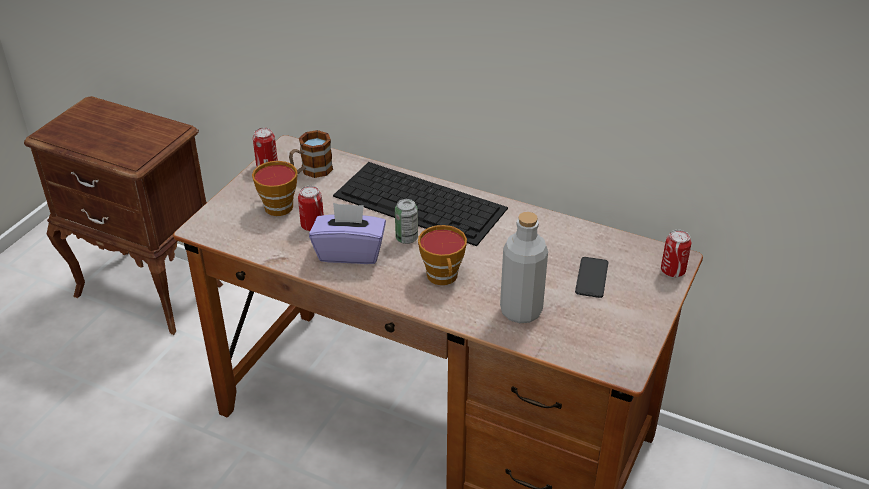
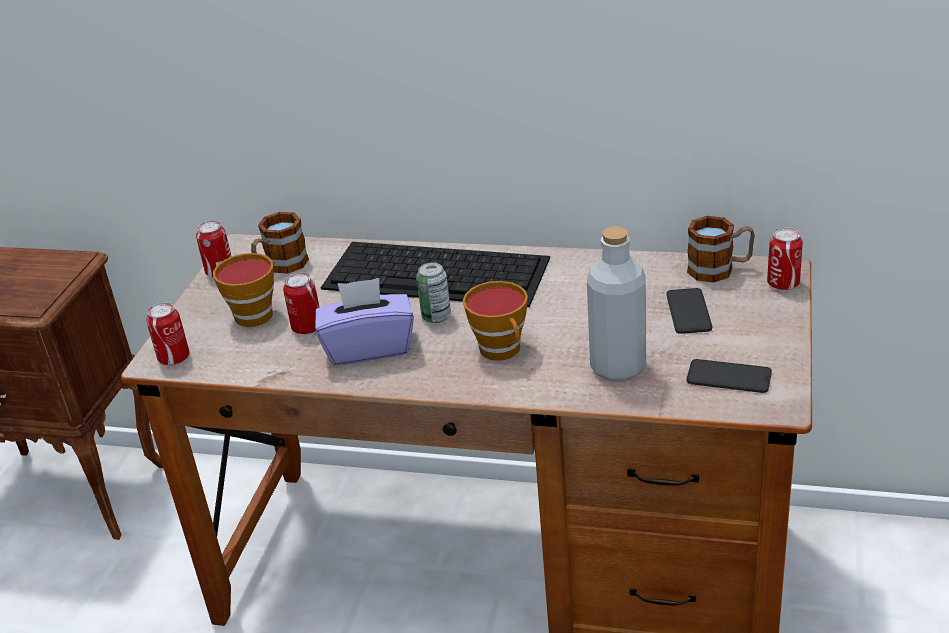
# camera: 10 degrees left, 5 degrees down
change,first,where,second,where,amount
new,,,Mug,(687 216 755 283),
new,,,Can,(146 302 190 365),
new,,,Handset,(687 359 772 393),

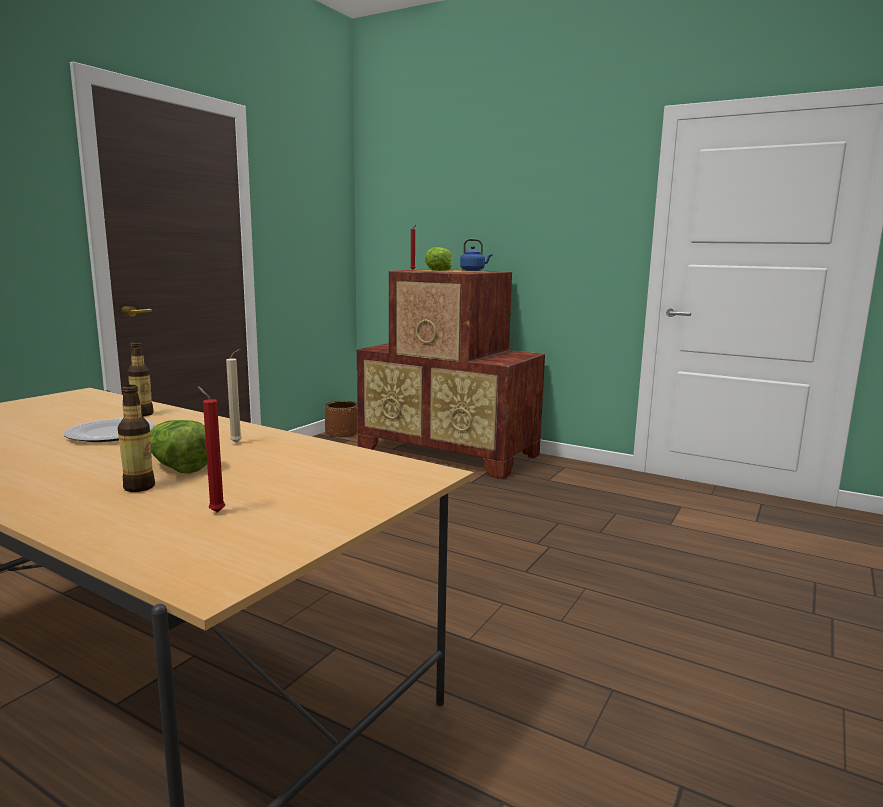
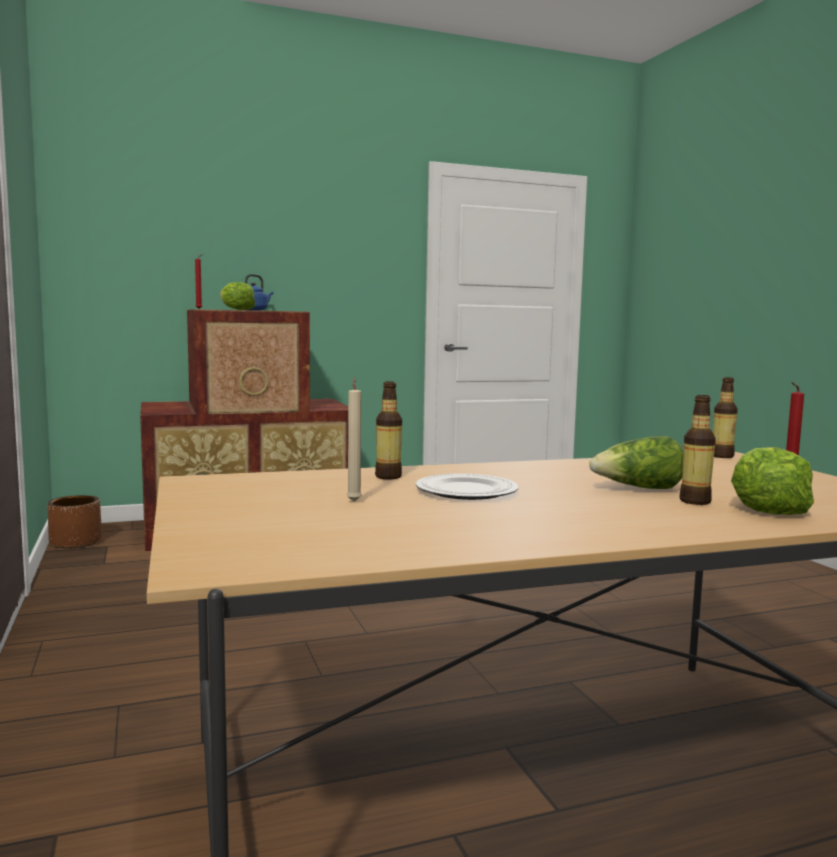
# camera: 50 degrees left, 5 degrees down
change,first,where,second,where,amount
shifted,SandColouredWaxLight,(226 349 242 443),,(347 377 362 502),
new,,,Bottle,(713 377 738 458),
new,,,Lettuce,(731 447 814 515),

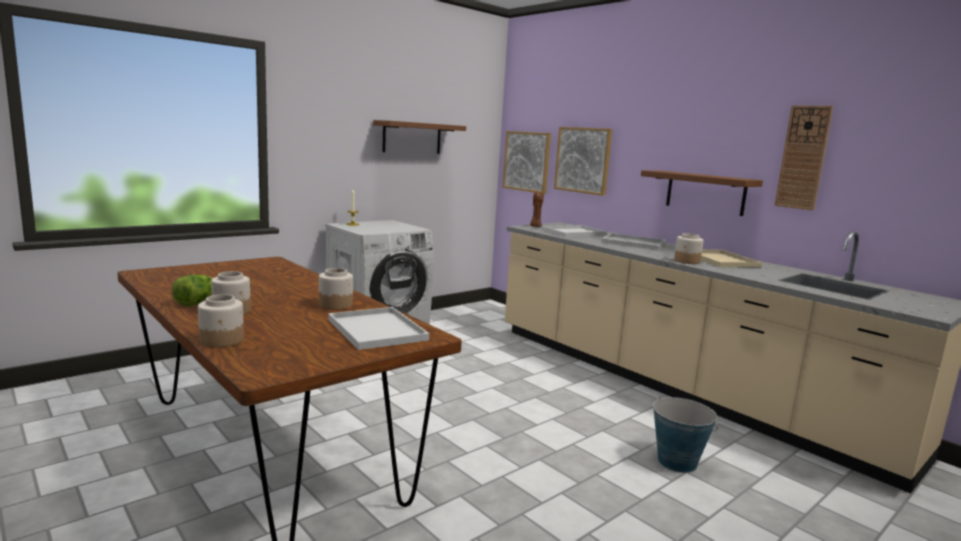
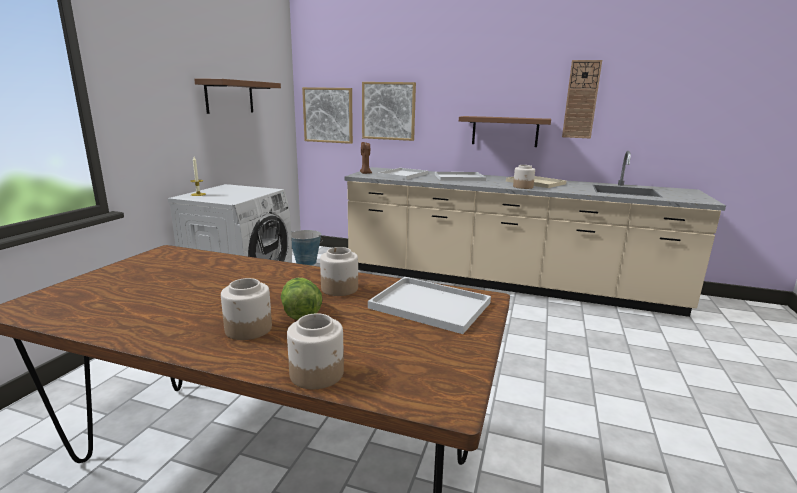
# camera: 30 degrees left, 5 degrees up
change,first,where,second,where,amount
shifted,Lettuce,(171 275 213 306),,(281 278 322 320),
shifted,Bucket,(653 397 718 473),,(291 230 323 266),

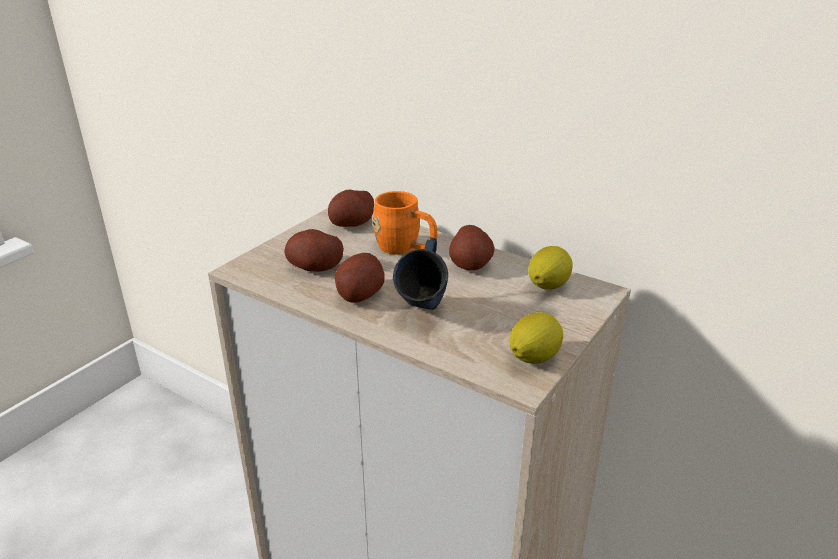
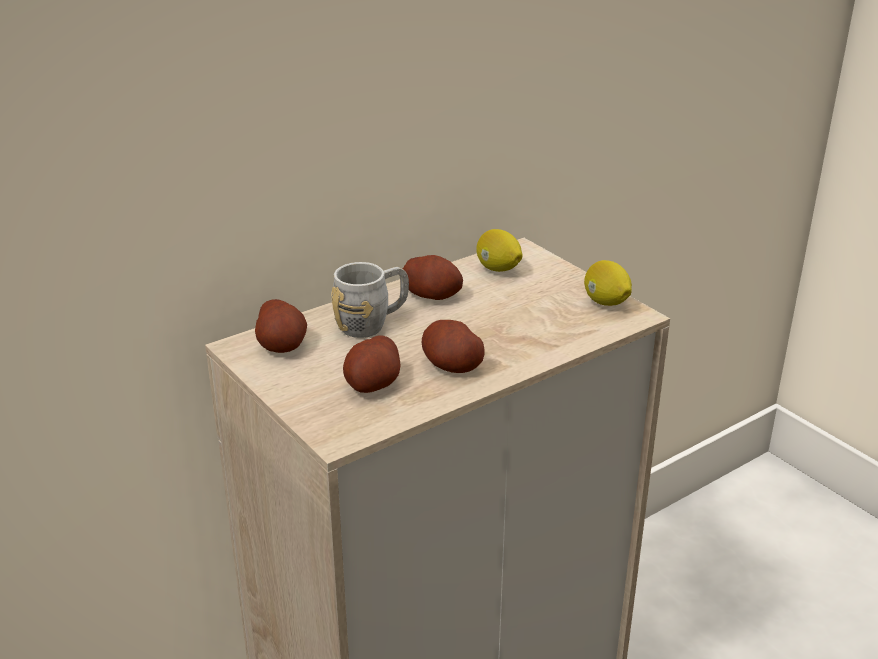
# camera: 70 degrees left, 0 degrees up
change,first,where,second,where,amount
repainted,OrangeMug,(372 191 437 255),GrayMug,(331 262 409 338),
gone,BluishMug,(393 237 448 310),,,

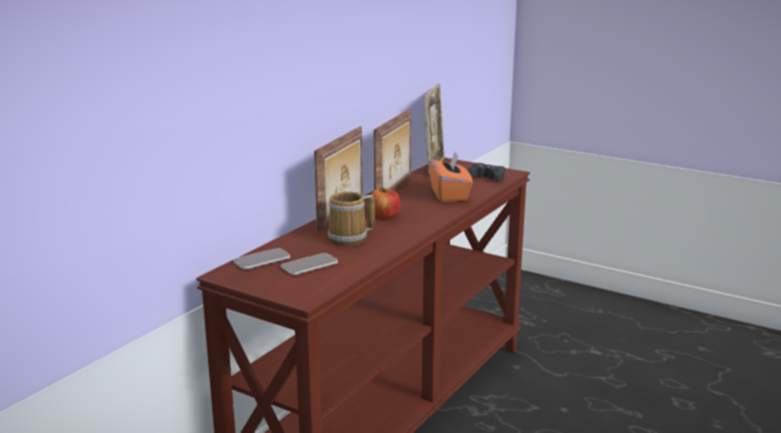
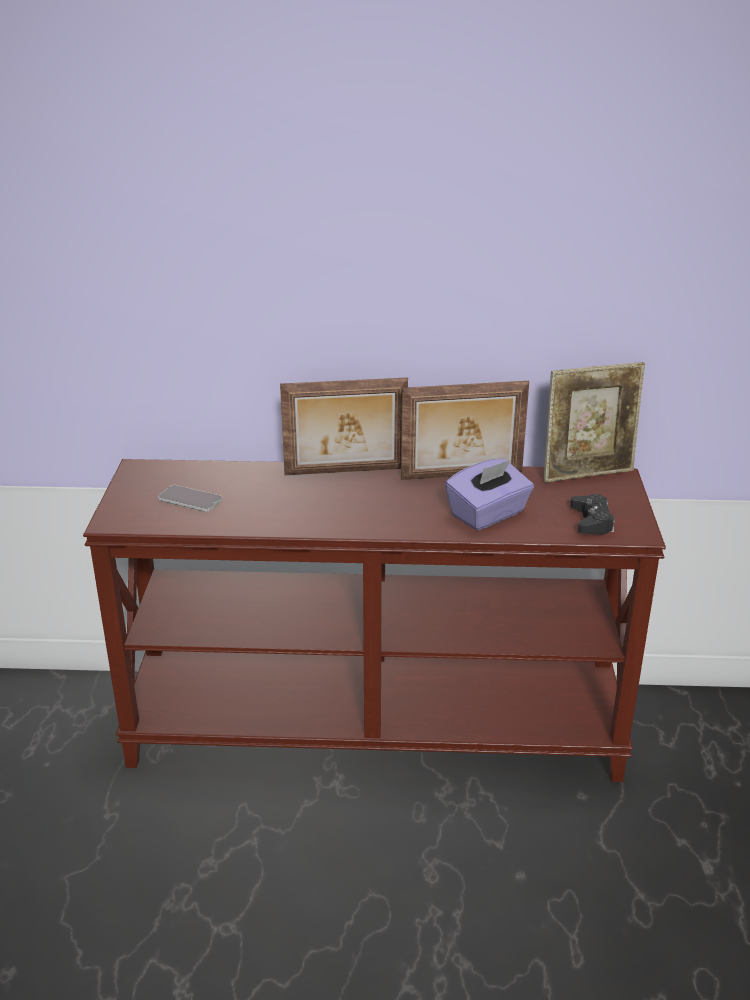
# camera: 60 degrees right, 10 degrees up
change,first,where,second,where,amount
repainted,OrangeTissueHolder,(429 152 473 202),PurpleTissueHolder,(445 459 534 530),
gone,WholeApple,(371 187 400 218),,,
gone,Mug,(328 192 375 246),,,
gone,Handset,(233 248 290 269),,,

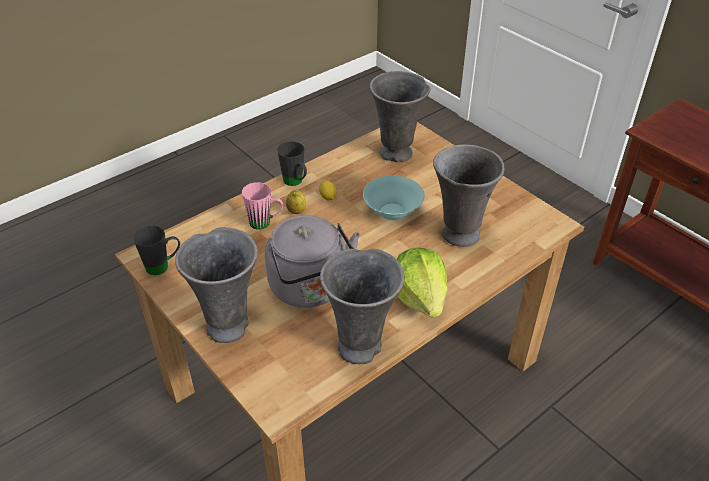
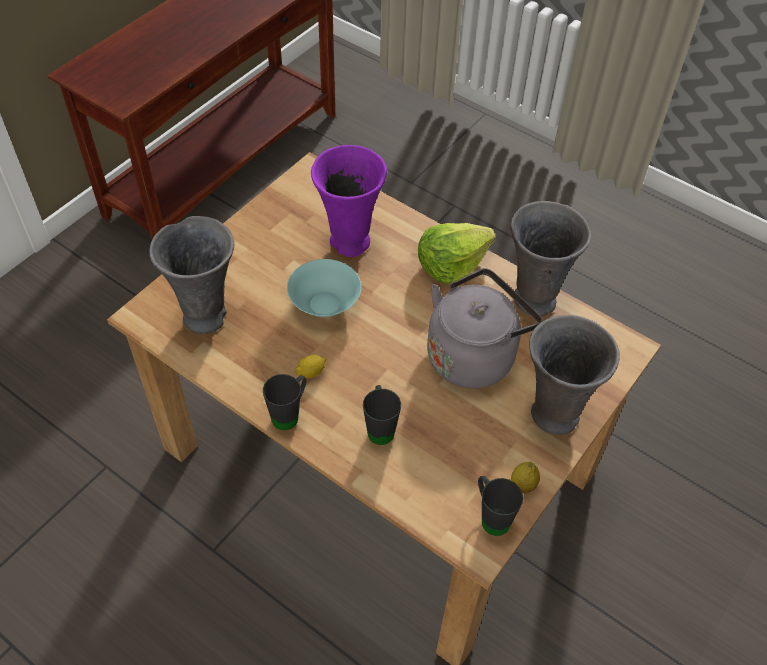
# camera: 105 degrees left, 10 degrees up
change,first,where,second,where,amount
repainted,GrayVase,(433 145 504 247),PurpleVase,(311 145 387 257),
repainted,PinkColouredMug,(242 182 283 230),BlackishMug,(363 385 401 445),
shifted,WholeLemon,(286 190 306 214),,(511 462 540 493),

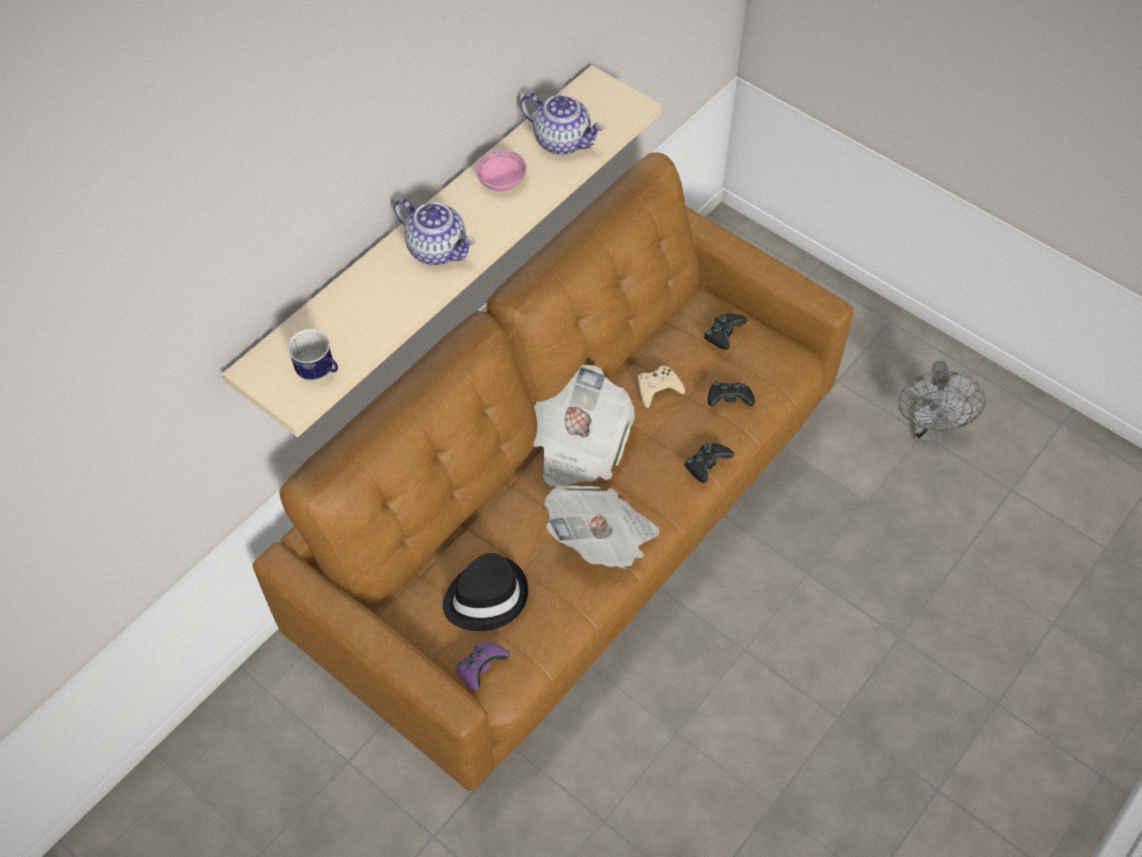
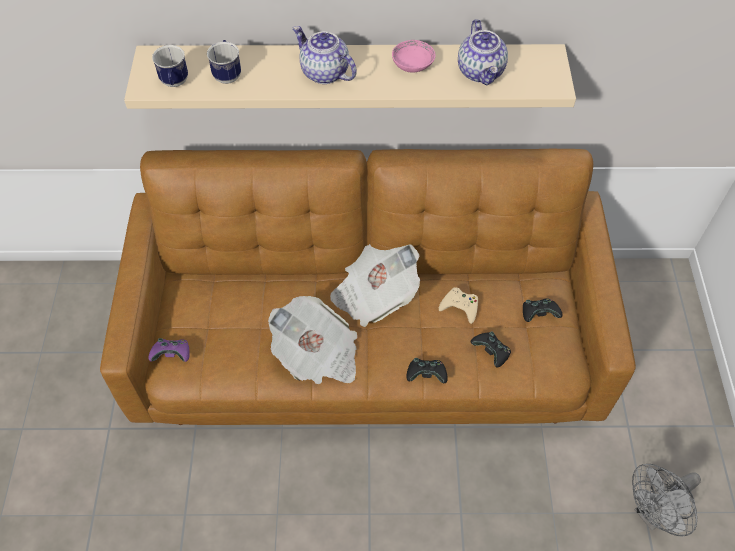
# camera: 50 degrees right, 0 degrees up
change,first,where,second,where,amount
rotated,TeaPot,(394 198 475 265),,(293 26 357 84),135 degrees clockwise
gone,BlackishClothingHat,(443 553 528 631),,,
new,,,Mug,(207 40 241 84),

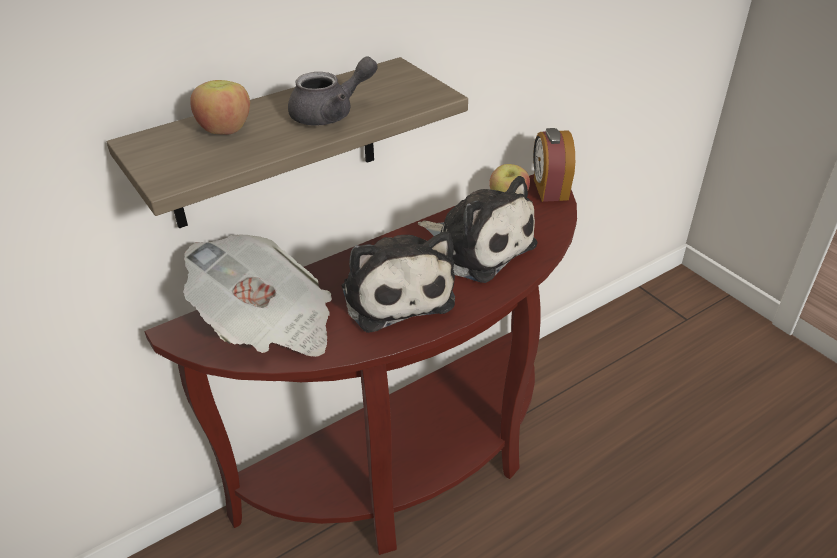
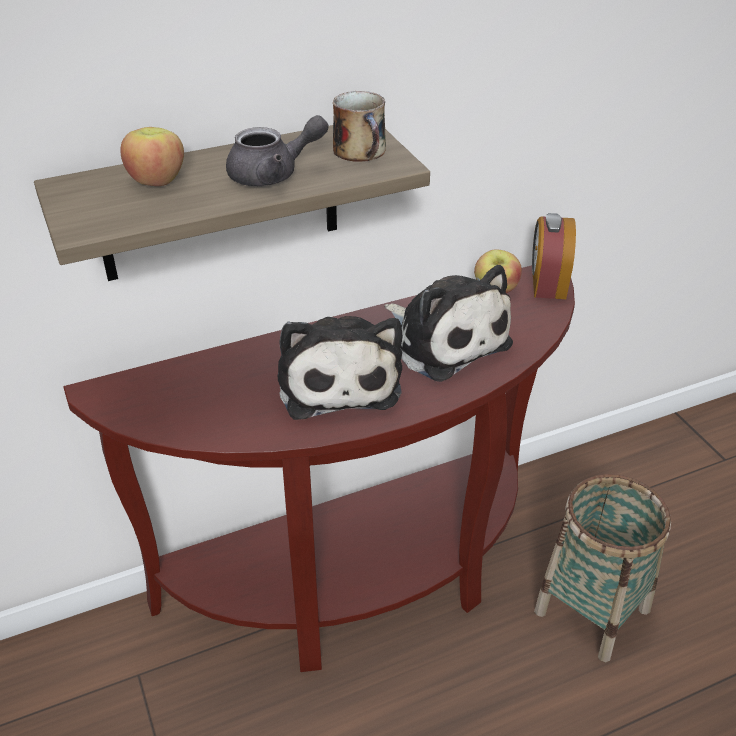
# camera: 10 degrees right, 0 degrees up
change,first,where,second,where,amount
gone,PrintedPaper,(183 234 332 357),,,
new,,,Mug,(333 91 386 162),
new,,,HouseholdBasket,(534 474 671 662),

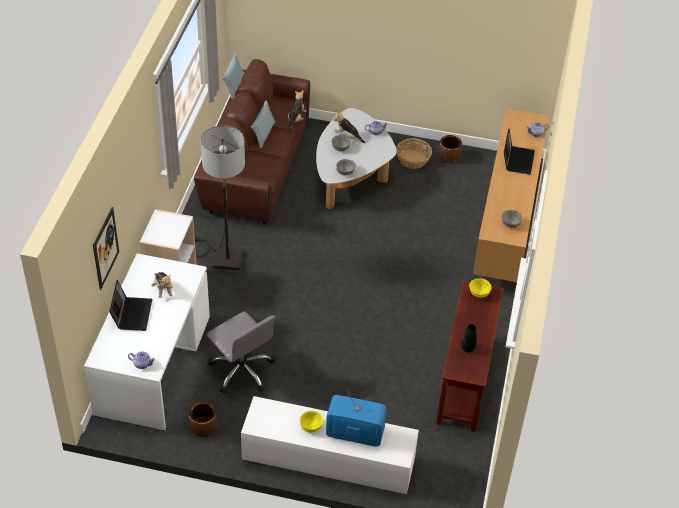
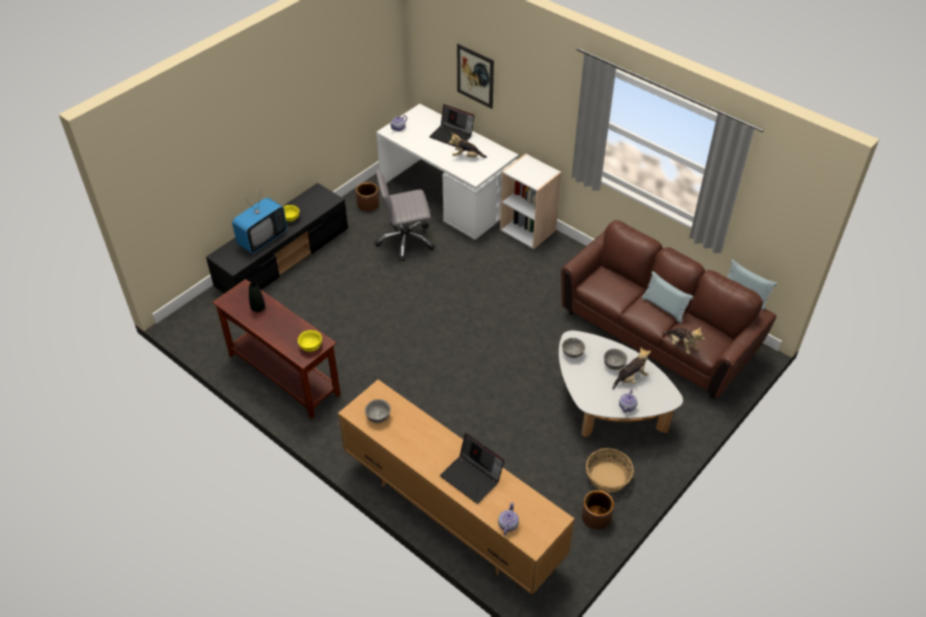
# camera: 120 degrees right, 0 degrees up
change,first,where,second,where,amount
gone,StandardLamp,(195 126 245 270),,,
repainted,WhiteColouredMediaConsole,(241 396 419 494),BlackishMediaConsole,(206 183 348 294),

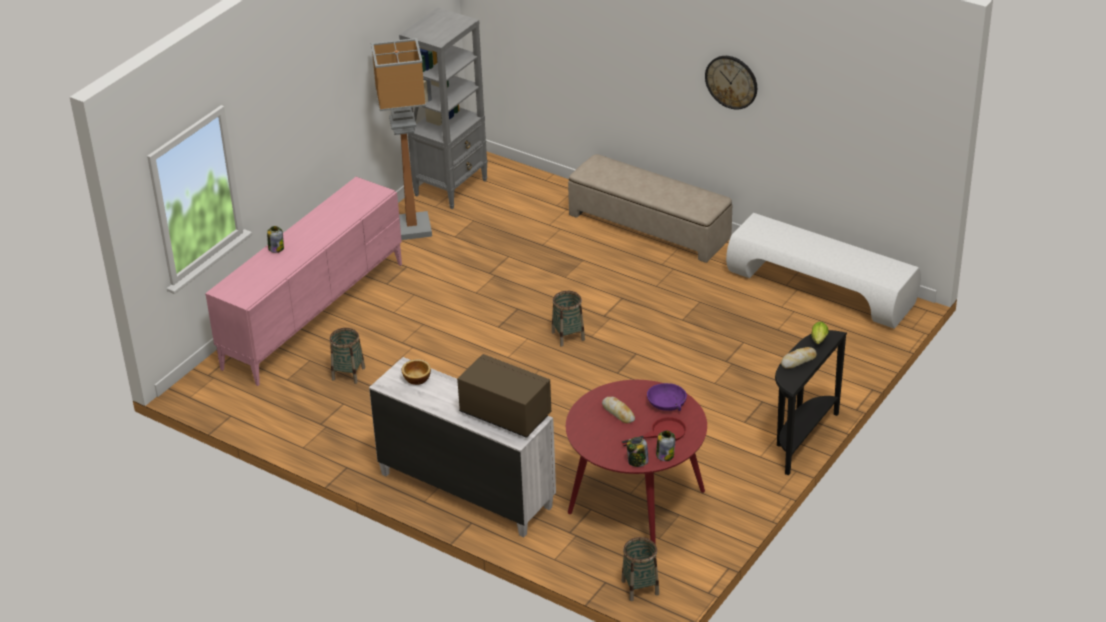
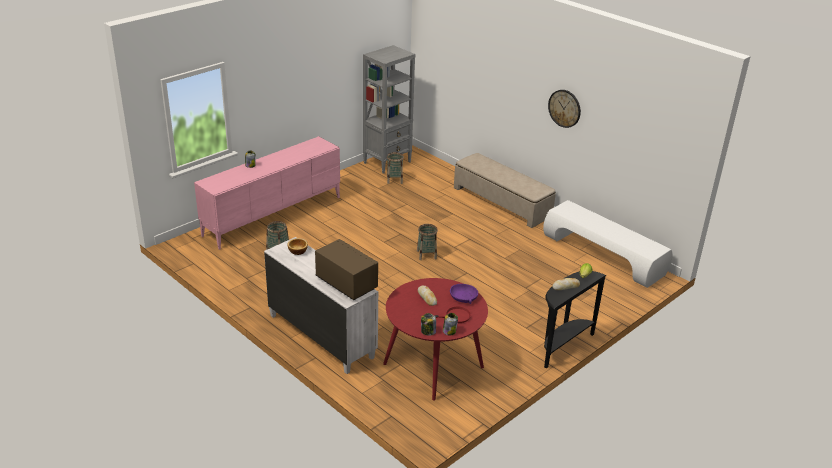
# camera: 10 degrees right, 5 degrees down
change,first,where,second,where,amount
gone,StandardLamp,(371 38 432 240),,,
shifted,HouseholdBasket,(622 537 659 601),,(387 152 404 184),

